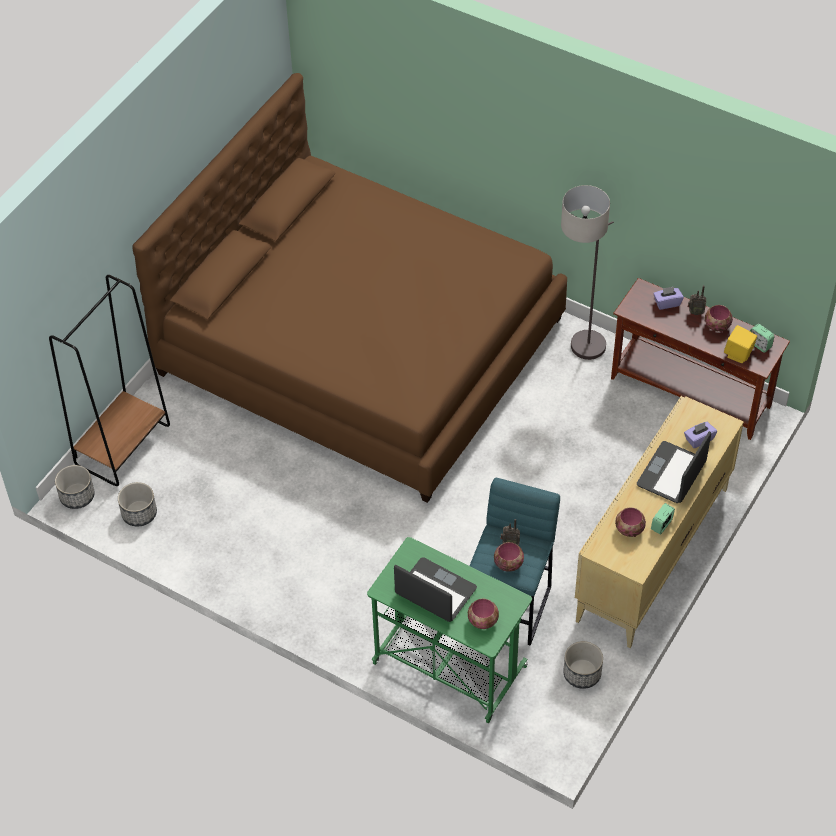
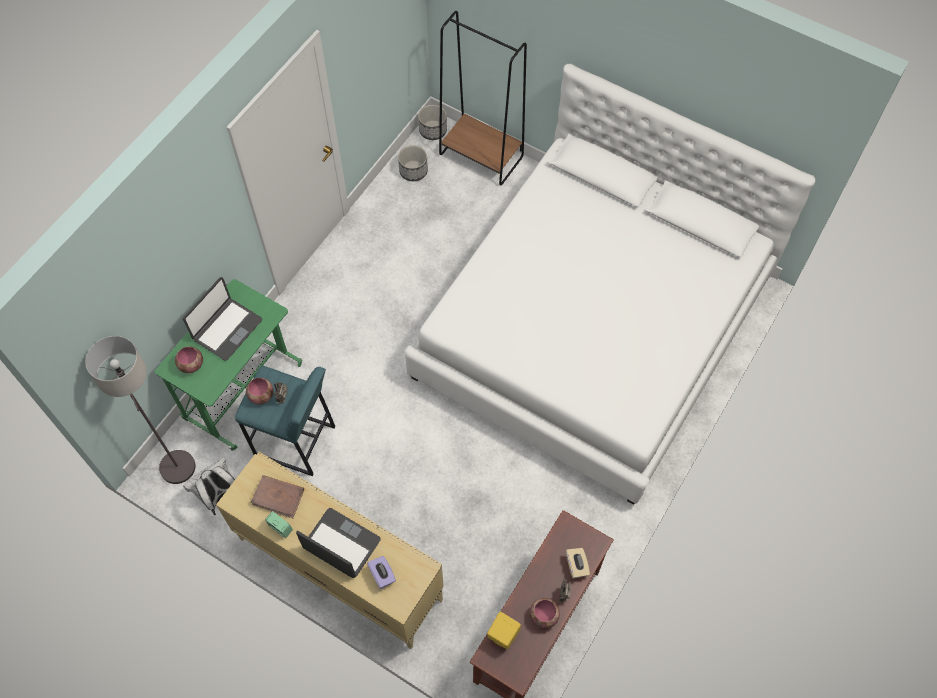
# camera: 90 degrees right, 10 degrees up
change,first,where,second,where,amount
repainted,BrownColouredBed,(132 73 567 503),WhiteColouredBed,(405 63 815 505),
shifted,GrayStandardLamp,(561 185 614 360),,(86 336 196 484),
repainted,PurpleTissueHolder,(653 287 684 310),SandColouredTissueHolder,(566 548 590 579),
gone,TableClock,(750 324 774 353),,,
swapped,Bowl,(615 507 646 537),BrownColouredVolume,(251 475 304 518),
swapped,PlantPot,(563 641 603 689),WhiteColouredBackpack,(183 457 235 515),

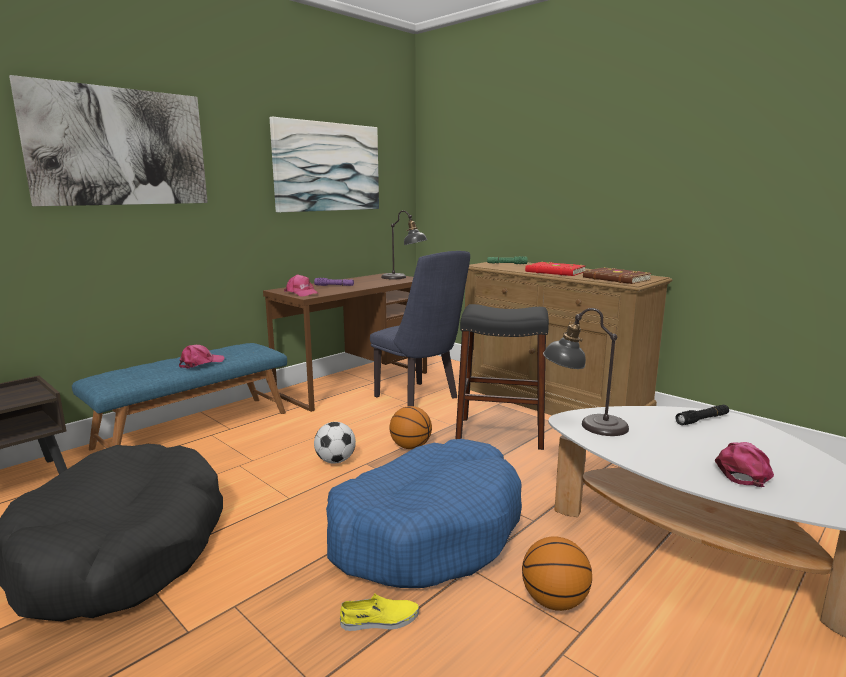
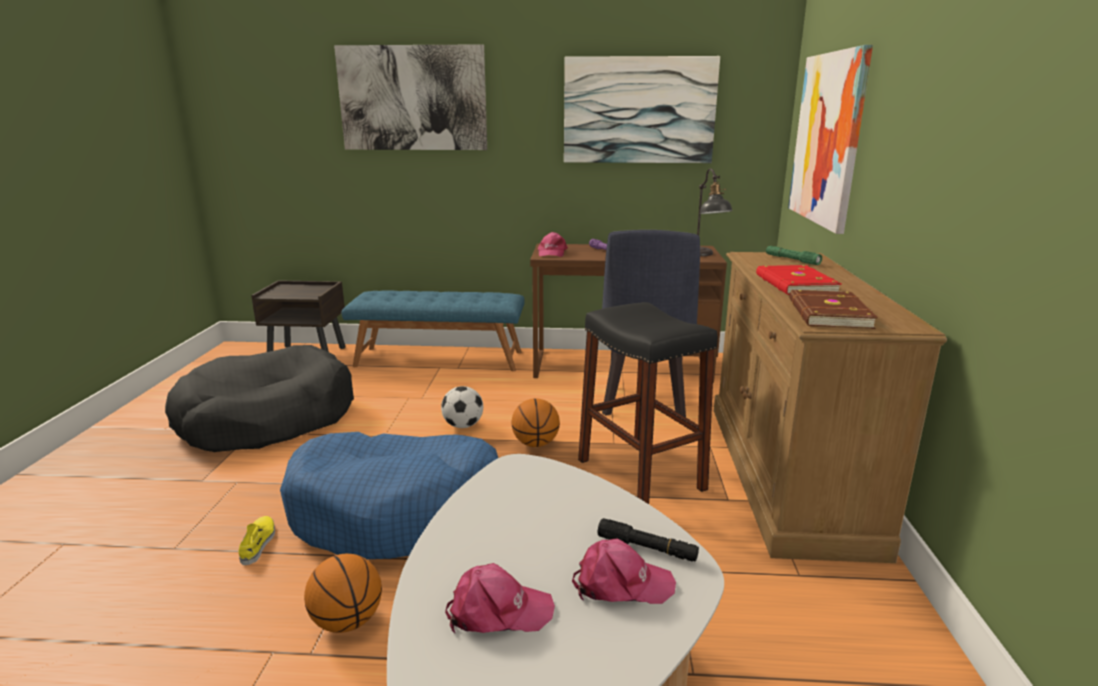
# camera: 50 degrees right, 5 degrees up
change,first,where,second,where,amount
gone,GrayTabletopLamp,(543 308 629 436),,,
shifted,PinkColouredPeakedCap,(179 345 225 369),,(572 538 676 604),
rotated,YellowishLowShoe,(340 593 419 631),,(238 516 275 565),135 degrees counterclockwise
new,,,WallArt,(788 45 873 234),

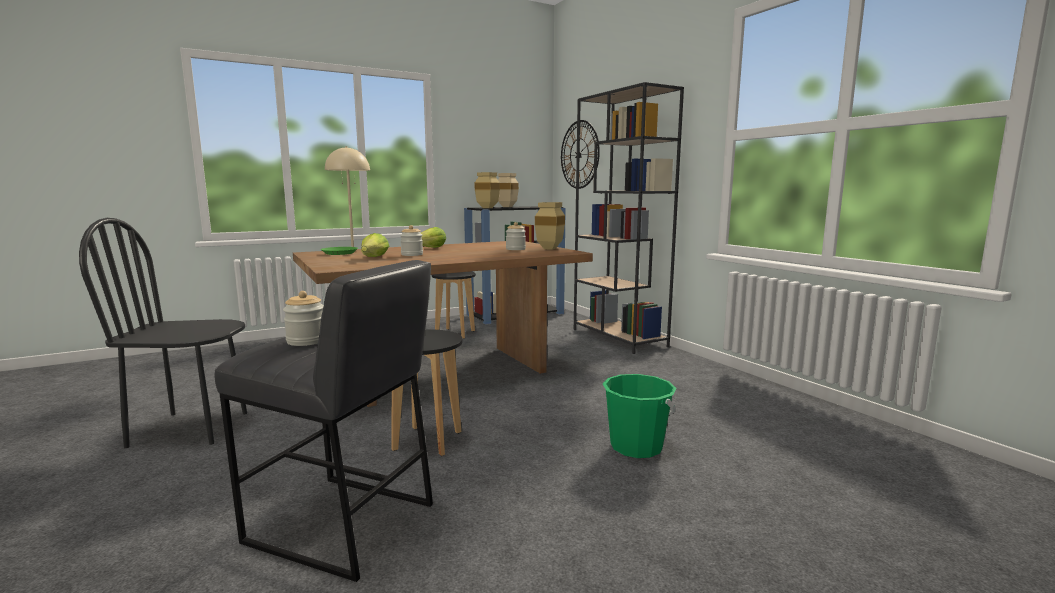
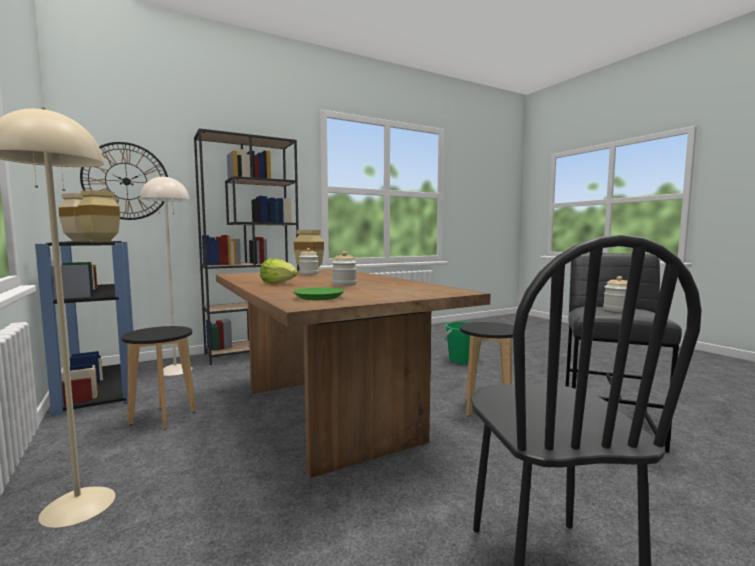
# camera: 90 degrees left, 5 degrees down
change,first,where,second,where,amount
gone,Lettuce,(361 233 389 257),,,
new,,,SandColouredStandardLamp,(140 175 193 376),

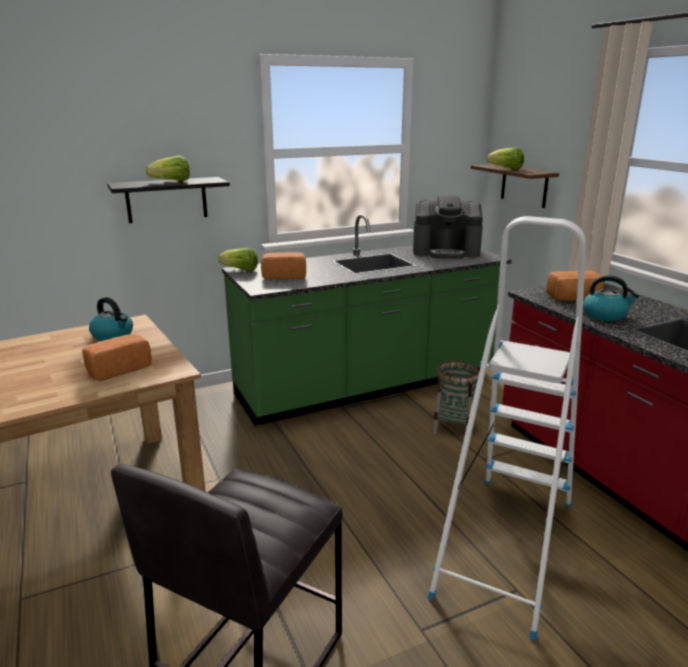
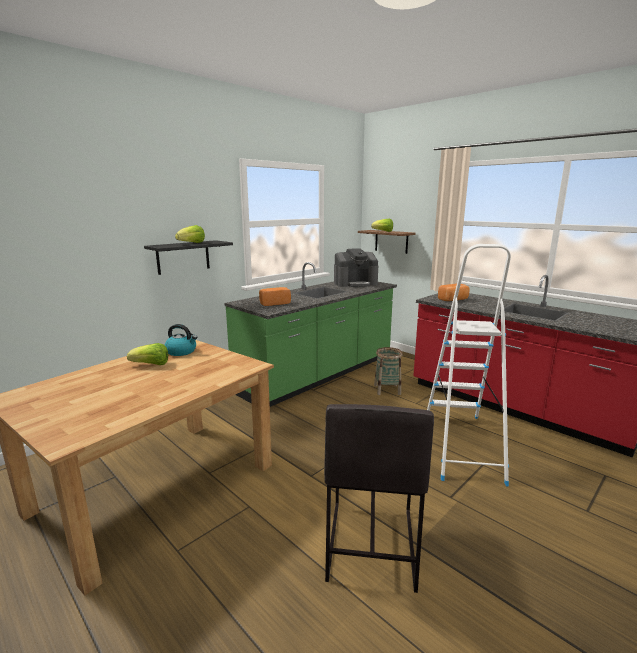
# camera: 20 degrees left, 5 degrees down
change,first,where,second,where,amount
shifted,Lettuce,(218 248 258 271),,(127 343 168 365),
gone,Kettle,(583 275 639 321),,,
gone,BakeryBread,(82 334 152 381),,,

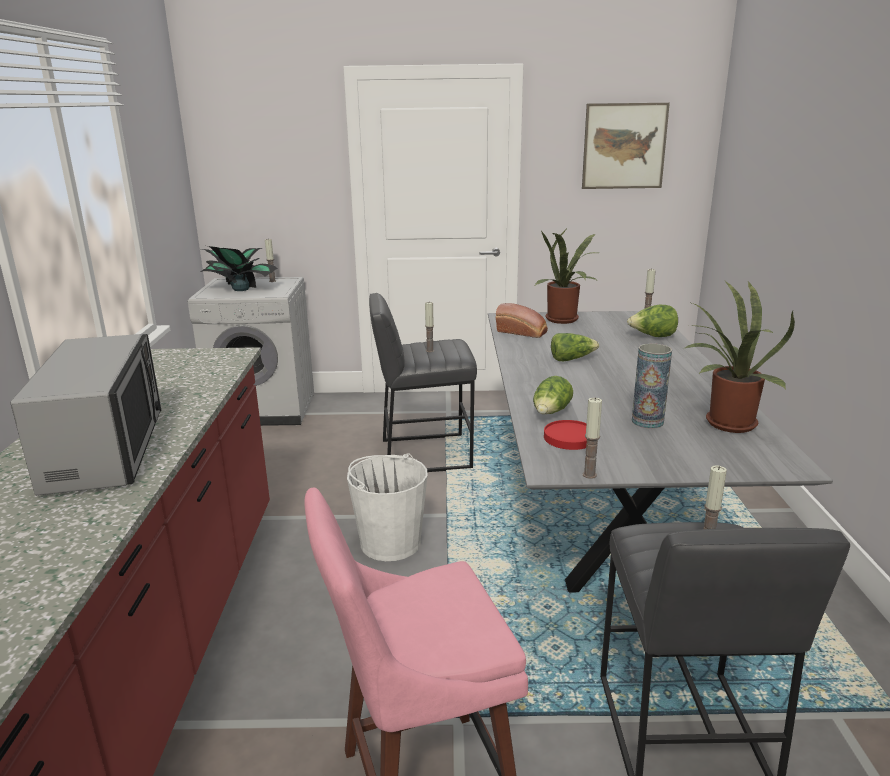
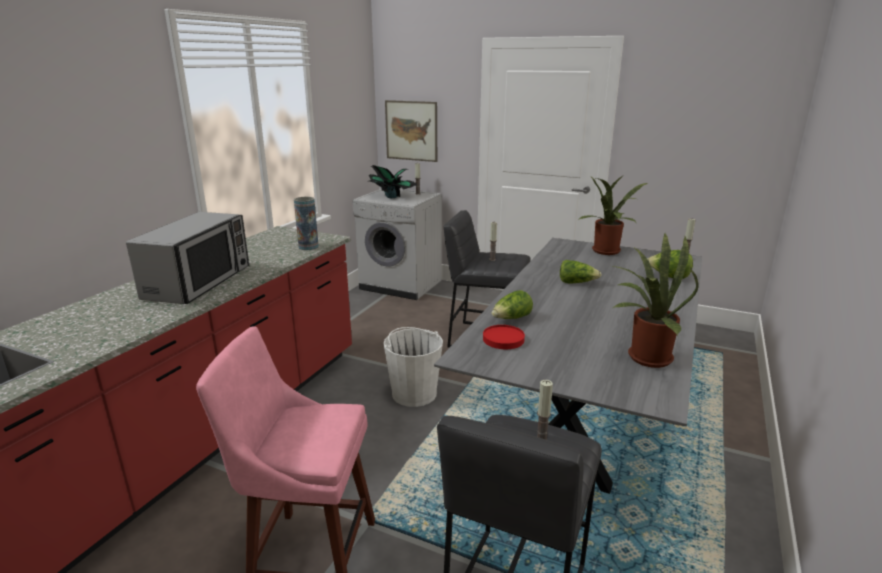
# camera: 25 degrees right, 0 degrees up
change,first,where,second,where,amount
shifted,WallArt,(582 103 670 189),,(385 100 437 162),
gone,BakeryBread,(496 303 548 338),,,
shifted,Vase,(632 343 672 429),,(294 197 319 250),
gone,WaxLight,(583 397 602 479),,,

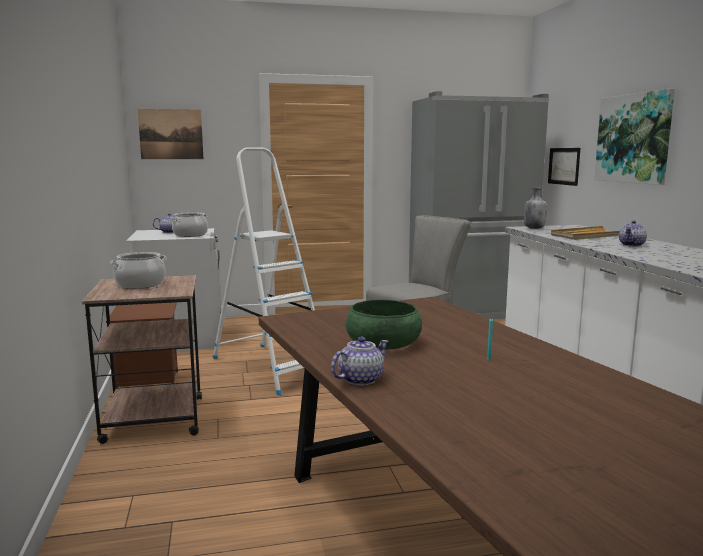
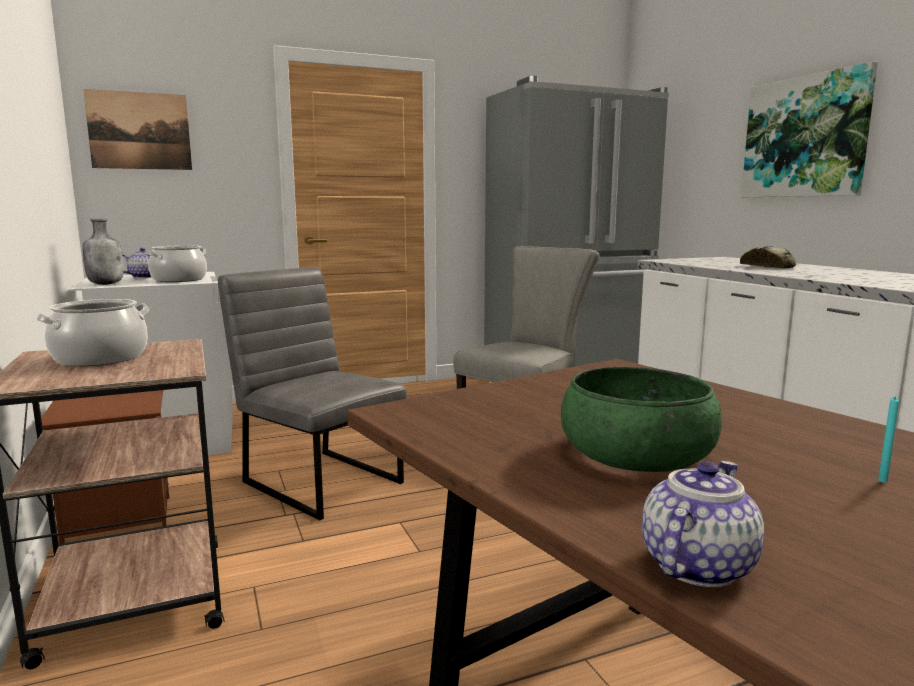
# camera: 10 degrees left, 0 degrees up
change,first,where,second,where,amount
swapped,WhiteColouredStepLadder,(213 147 315 396),GrayChair,(218 267 407 520),
gone,WallArt,(548 148 580 186),,,
shifted,GrayBottle,(524 187 547 229),,(82 218 124 285),
gone,TeaPot,(619 220 647 247),,,
swapped,SandColouredTray,(551 226 620 240),BakeryBread,(740 246 796 268),

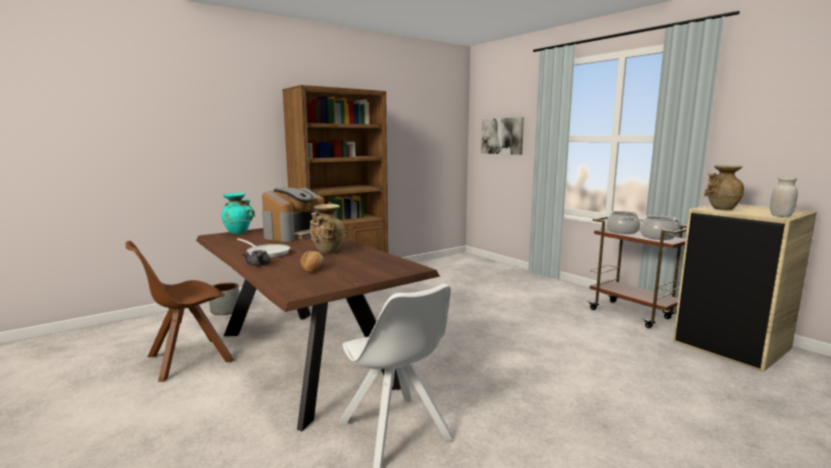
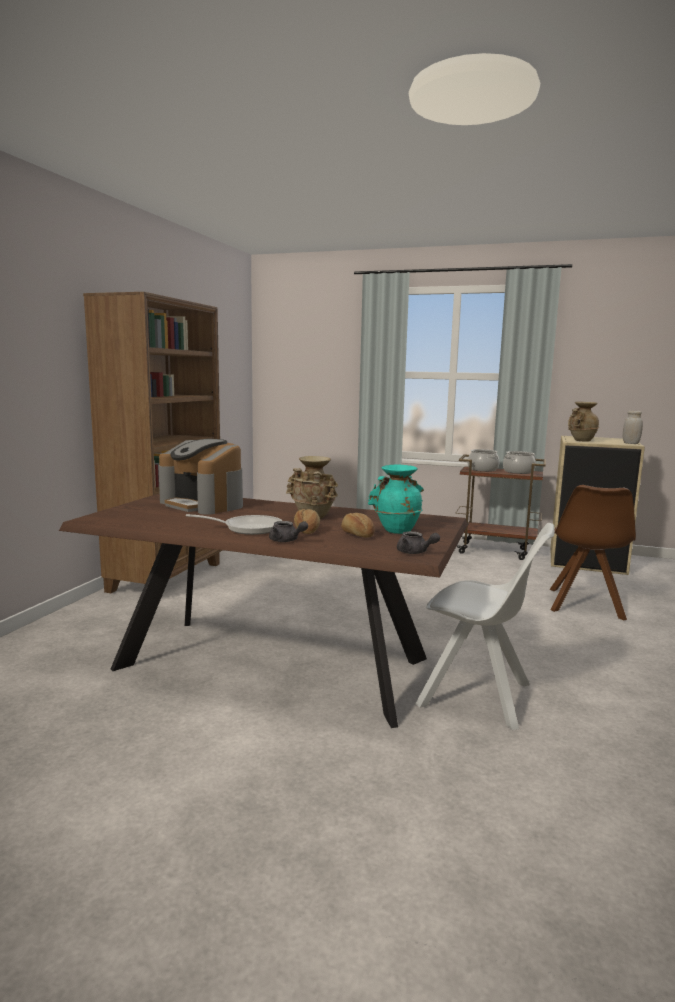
# camera: 35 degrees left, 0 degrees up
change,first,where,second,where,amount
gone,WallArt,(481 117 524 155),,,
rotated,CoffeeMaker,(262 188 324 242),,(158 439 243 515),135 degrees clockwise
shifted,BlueGreenVase,(221 193 255 234),,(368 465 424 534),
shifted,BrownColouredChair,(126 241 234 382),,(550 485 636 620),
gone,GrayPlantPot,(209 283 239 315),,,
new,,,BakeryBread,(294 509 320 534),
new,,,GrayTeaPot,(397 531 440 554),

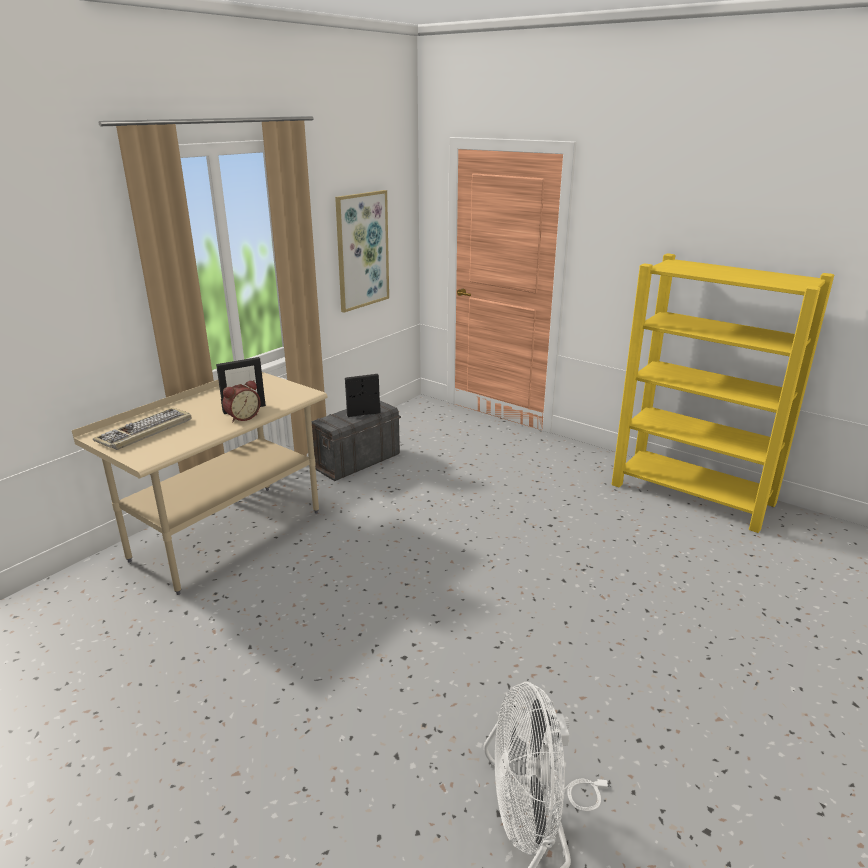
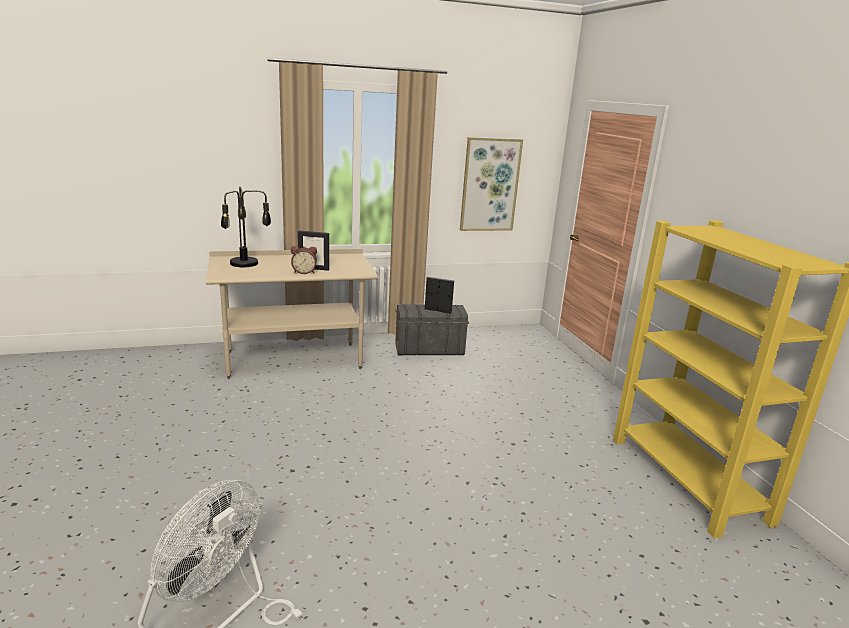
# camera: 35 degrees right, 5 degrees down
change,first,where,second,where,amount
swapped,ComputerKeyboard,(93 408 191 450),TabletopLamp,(221 187 271 267),

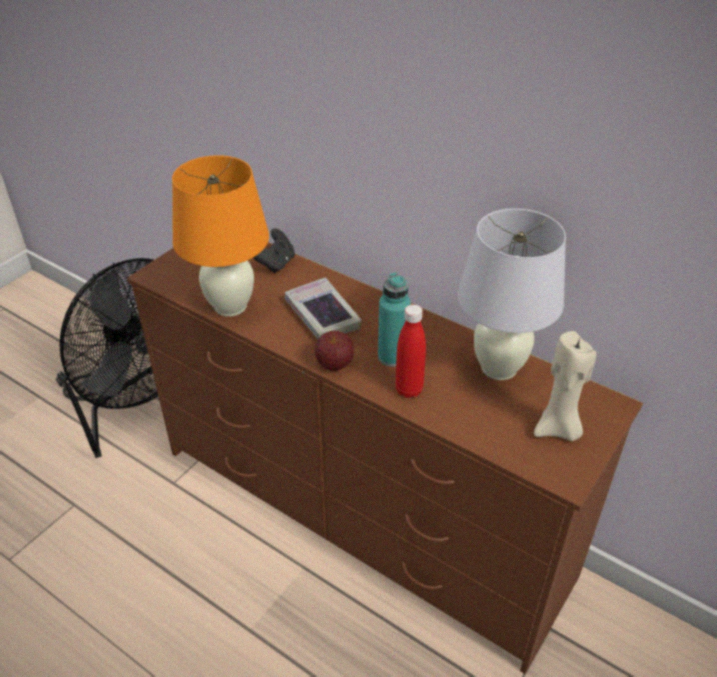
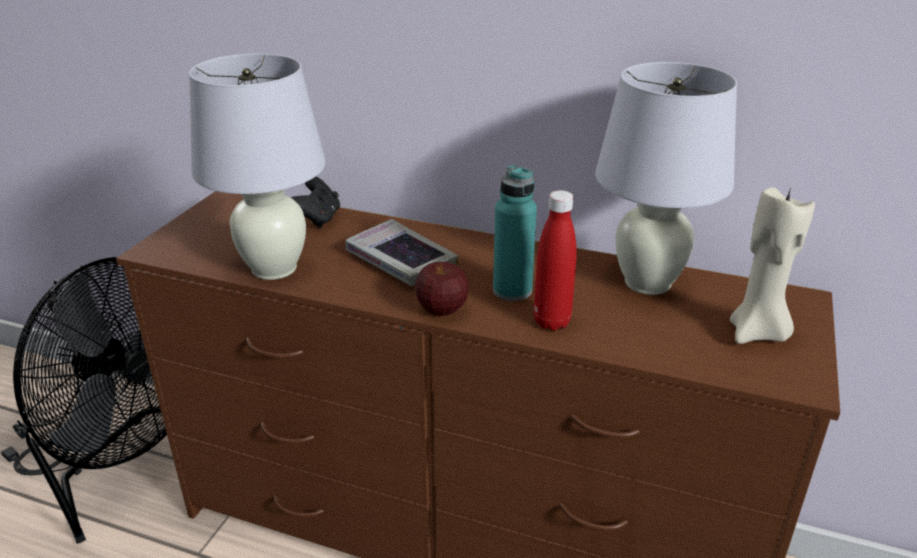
# camera: 15 degrees left, 10 degrees down
change,first,where,second,where,amount
repainted,OrangeTabletopLamp,(172 155 269 317),WhiteColouredTabletopLamp,(189 53 326 280),

